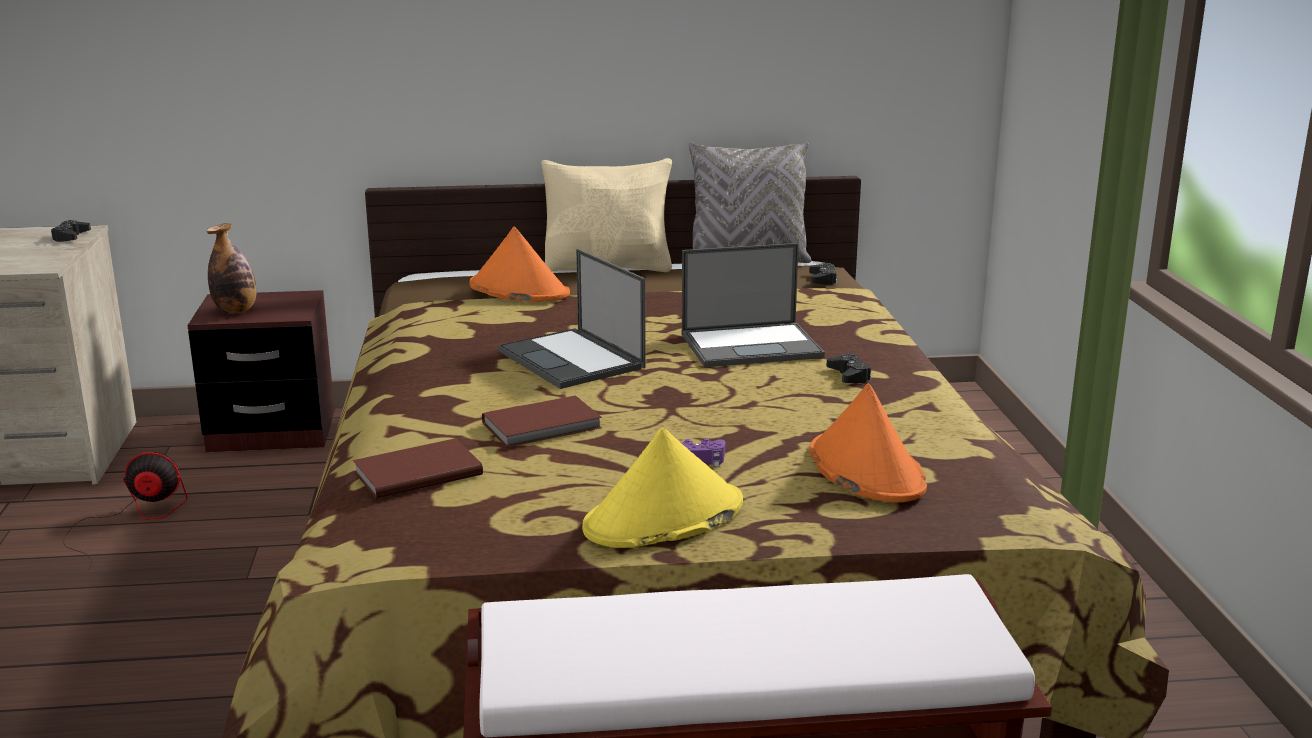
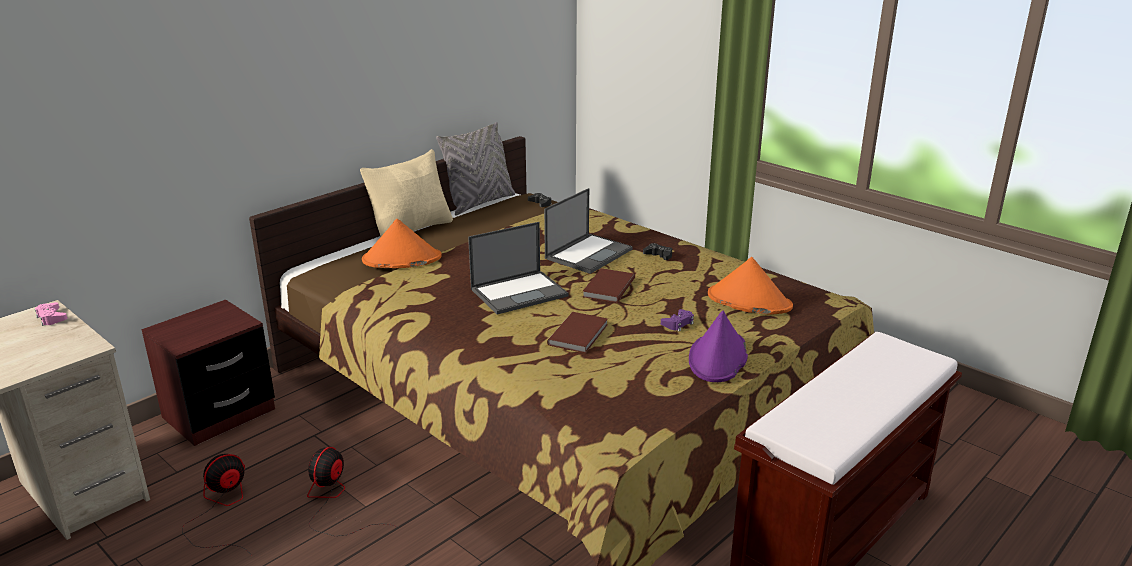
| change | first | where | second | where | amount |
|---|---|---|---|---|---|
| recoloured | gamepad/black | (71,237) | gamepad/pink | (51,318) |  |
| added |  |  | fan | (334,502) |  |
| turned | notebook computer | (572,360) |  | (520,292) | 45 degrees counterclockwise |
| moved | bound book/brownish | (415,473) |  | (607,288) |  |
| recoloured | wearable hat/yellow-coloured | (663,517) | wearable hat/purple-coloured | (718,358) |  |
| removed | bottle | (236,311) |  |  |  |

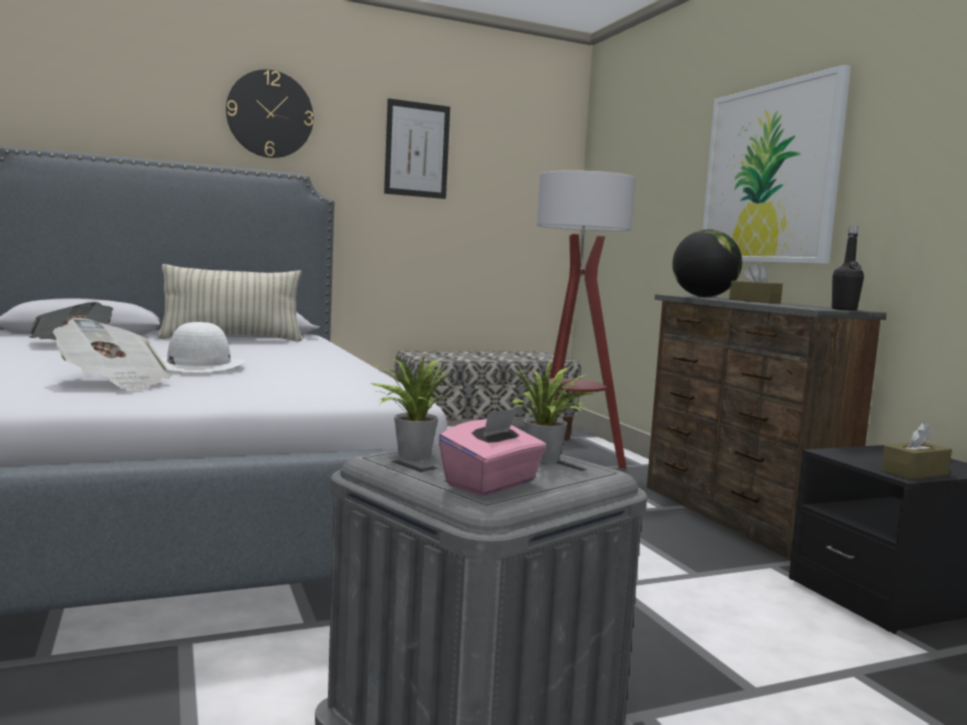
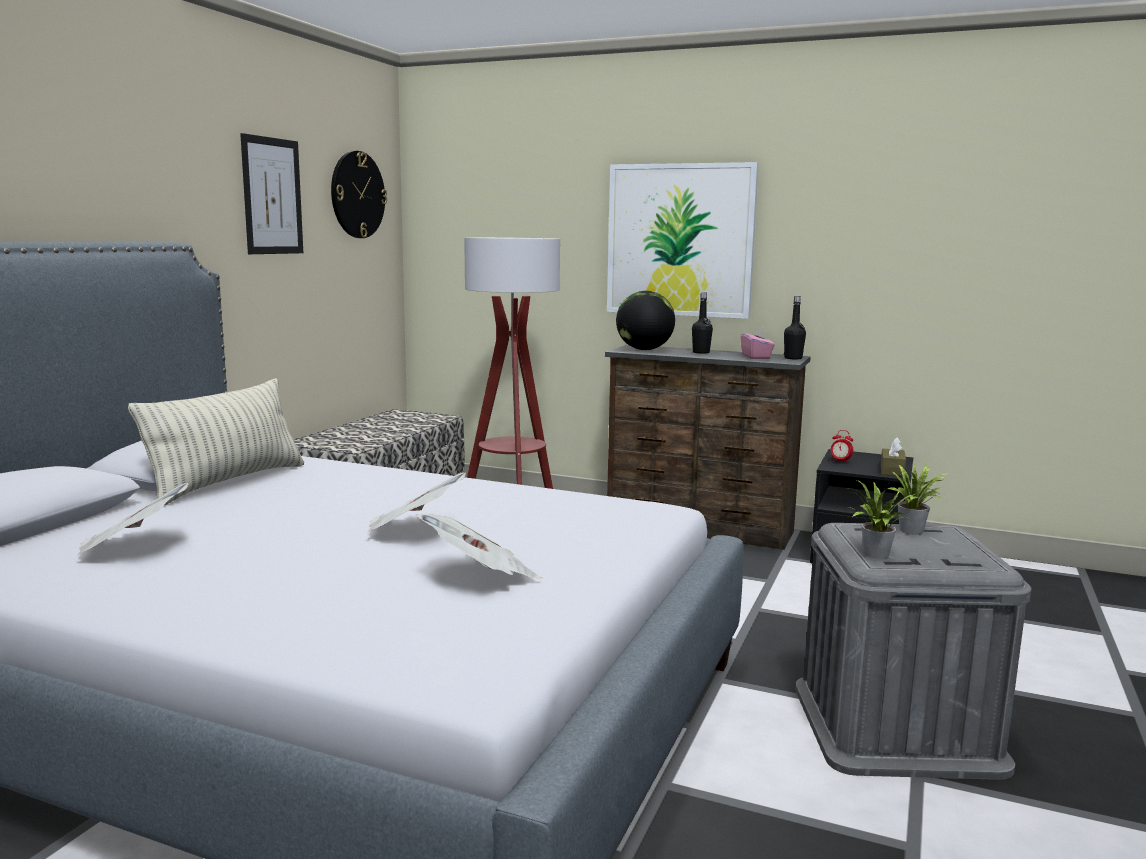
| change | first | where | second | where | amount |
|---|---|---|---|---|---|
| moved | hanging clock | (270,114) |  | (357,195) |  |
| replaced | wearable hat/whitish | (198,365) | printed paper | (413,529) |  |
| replaced | tissue box/brownish | (754,301) | bottle/black | (701,352) |  |
| moved | tissue box/pink | (492,484) |  | (756,357) |  |
| added |  |  | bedside clock | (840,461) |  |

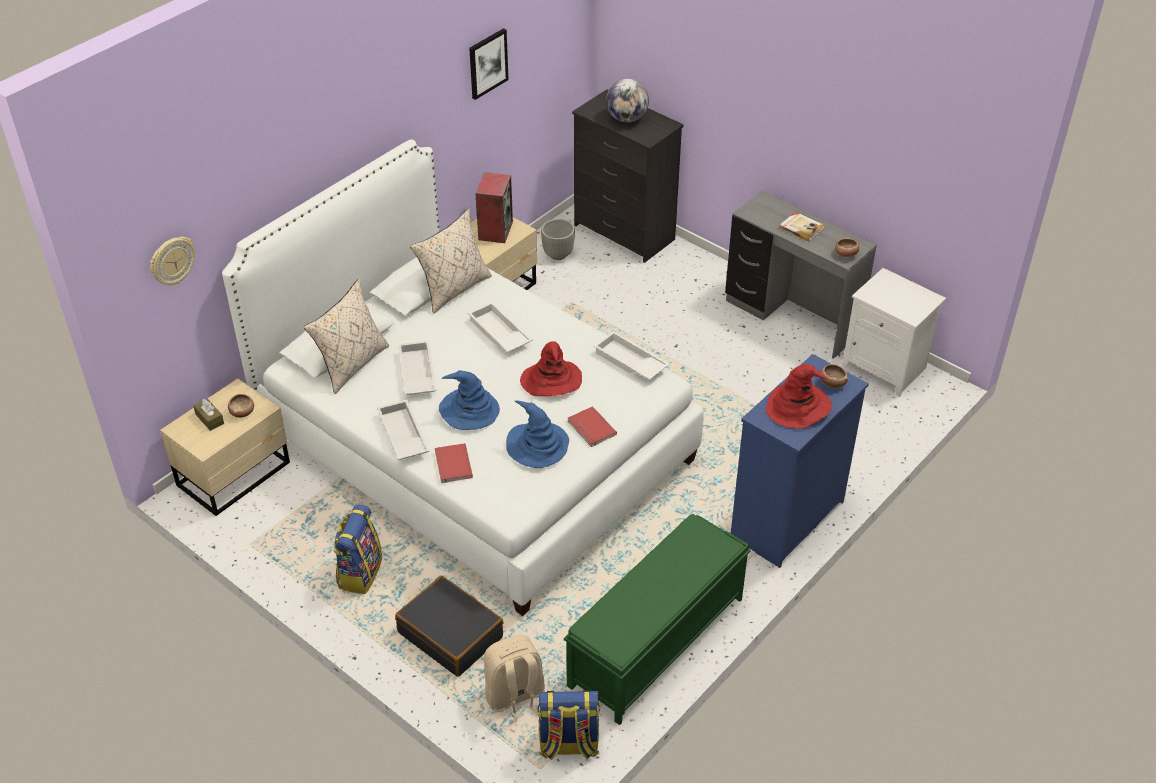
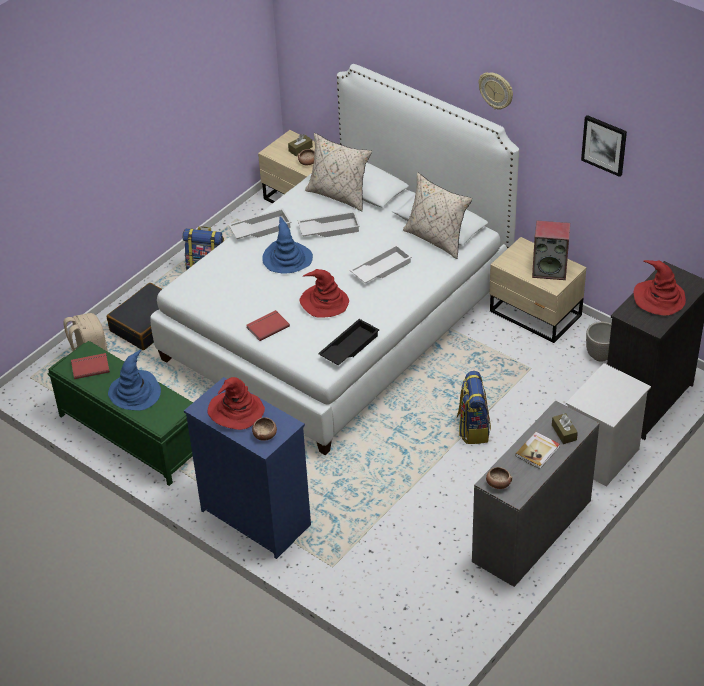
| change | first | where | second | where | amount |
|---|---|---|---|---|---|
| moved | bound book/reddish | (452,465) |  | (90,366) |  |
| moved | wearable hat/blue-coloured | (538,446) |  | (135,392) |  |
| recoloured | tray/whitish | (629,362) | tray/black | (349,346) |  |
| moved | knapsack | (568,745) |  | (473,428) |  |
| moved | hanging clock | (172,261) |  | (496,90) |  |
| added |  |  | tissue box/brownish | (564,432) |  |
| moved | night table/whitish | (886,367) |  | (601,457) |  |
| replaced | desk globe | (627,118) | wearable hat/reddish | (659,298) |  |

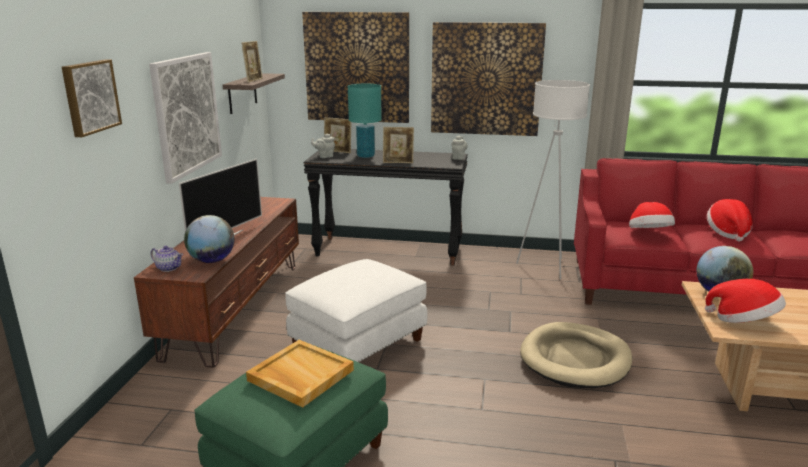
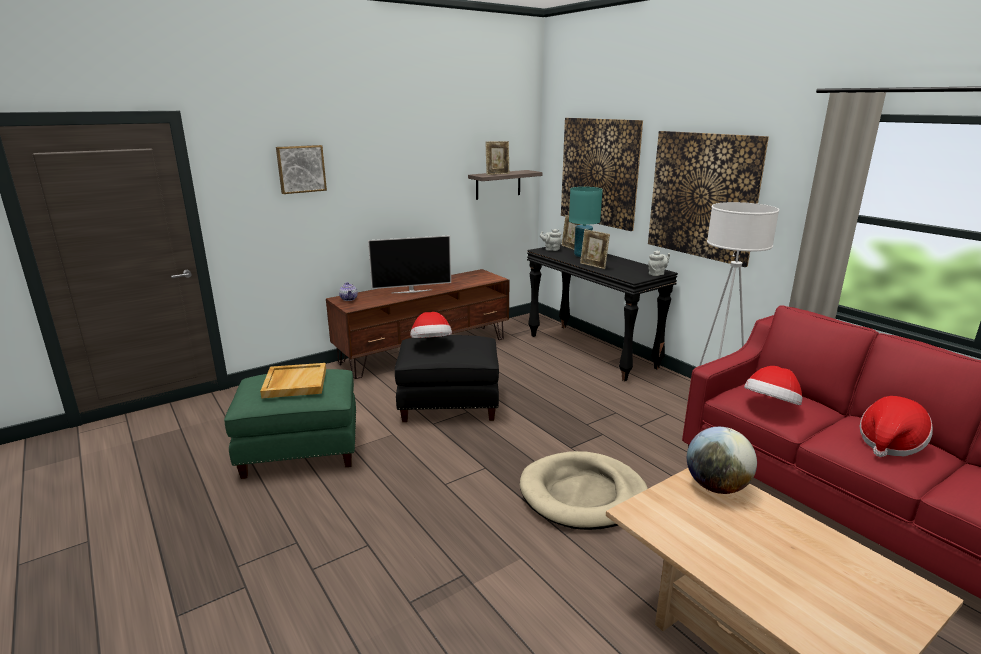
| change | first | where | second | where | amount |
|---|---|---|---|---|---|
| recoloured | footrest/whitish | (358,344) | footrest/black | (449,404) |  |
| moved | wearable hat | (743,321) |  | (431,343) |  |
| removed | wall picture | (187,114) |  |  |  |
| removed | desk globe | (212,261) |  |  |  |

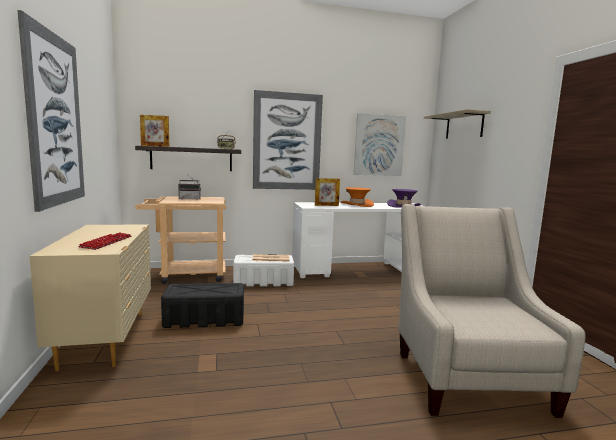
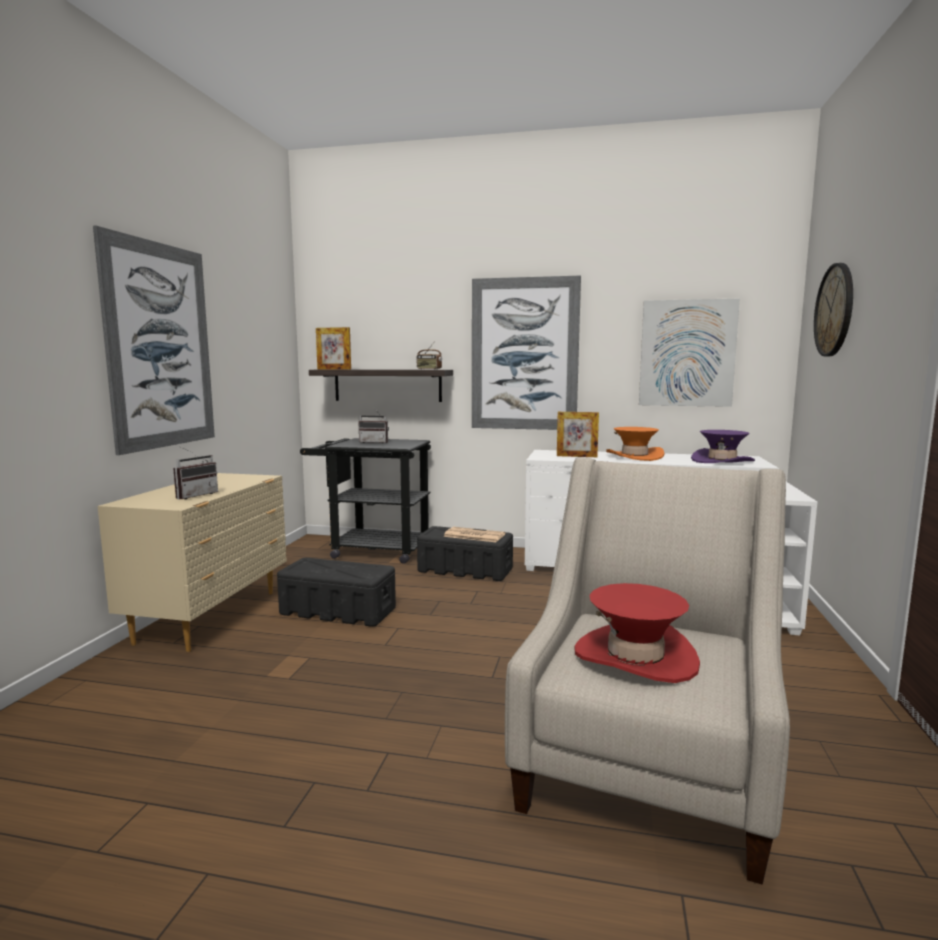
| change | first | where | second | where | amount |
|---|---|---|---|---|---|
| replaced | computer keyboard | (106,242) | radio receiver | (195,495) |  |
| recoloured | trolley/sand-coloured | (186,275) | trolley/black | (371,550) |  |
| recoloured | storage container/whitish | (263,282) | storage container/black | (464,570) |  |
| added |  |  | wearable hat/reddish | (635,656) |  |
| replaced | bracket shelf | (464,126) | hanging clock | (834,310) |  |

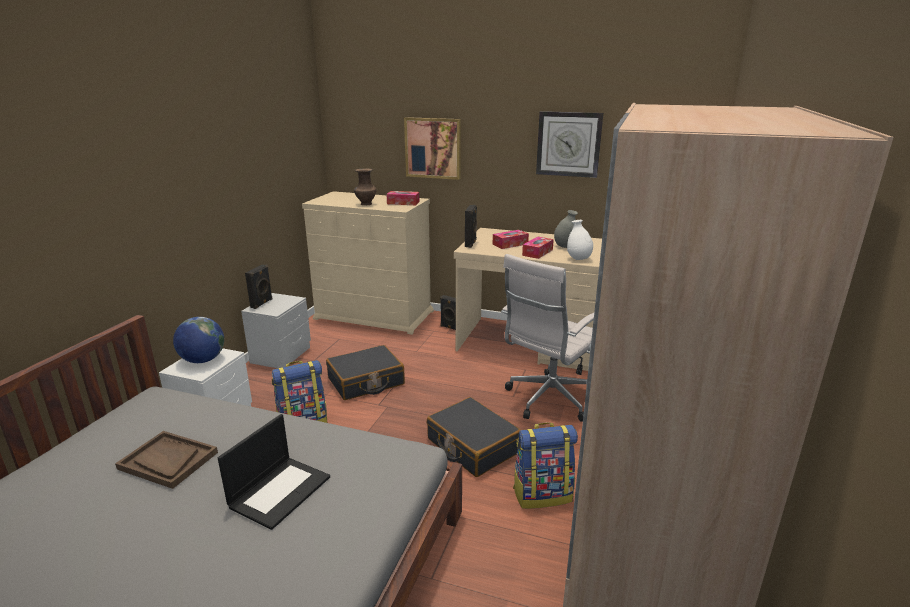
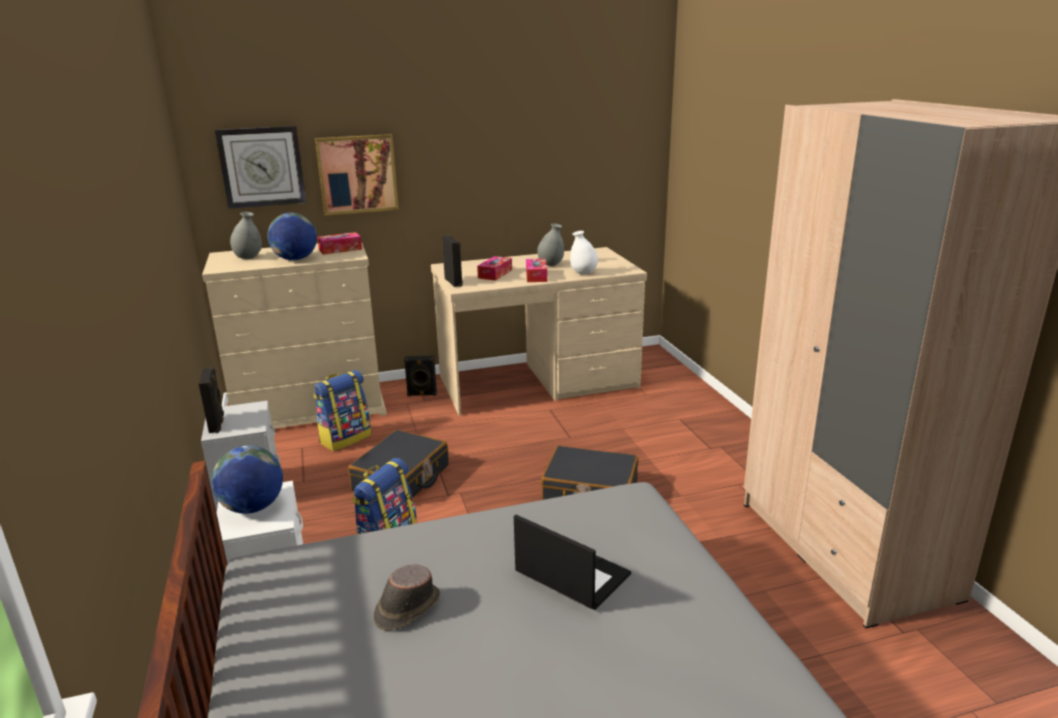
| change | first | where | second | where | amount |
|---|---|---|---|---|---|
| moved | hanging clock | (568,144) |  | (262,167) |  |
| added |  |  | vase/greyish | (248,257) |  |
| replaced | vase/brownish | (365,204) | desk globe | (295,259) |  |
| moved | knapsack | (542,494) |  | (345,438) |  |
| replaced | tray/brownish | (168,461) | wearable hat/brownish | (407,608) |  |
| turned | notebook computer | (280,491) |  | (570,574) | 45 degrees counterclockwise |
| removed | computer chair/whitish | (547,400) |  |  |  |

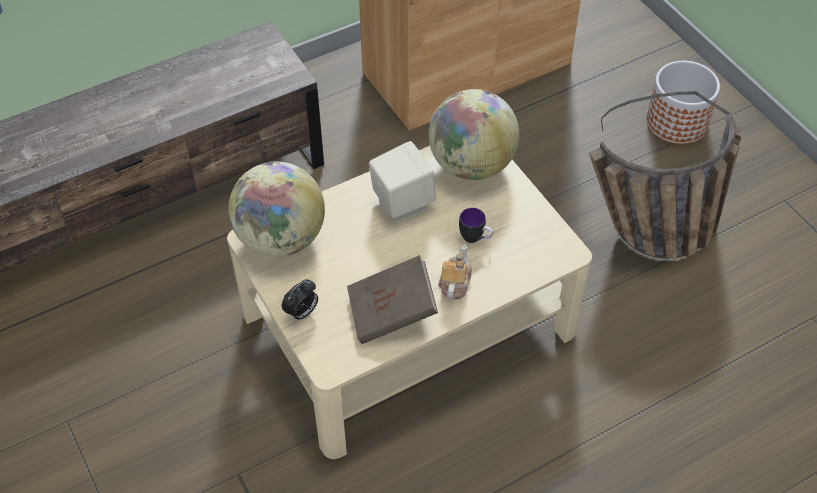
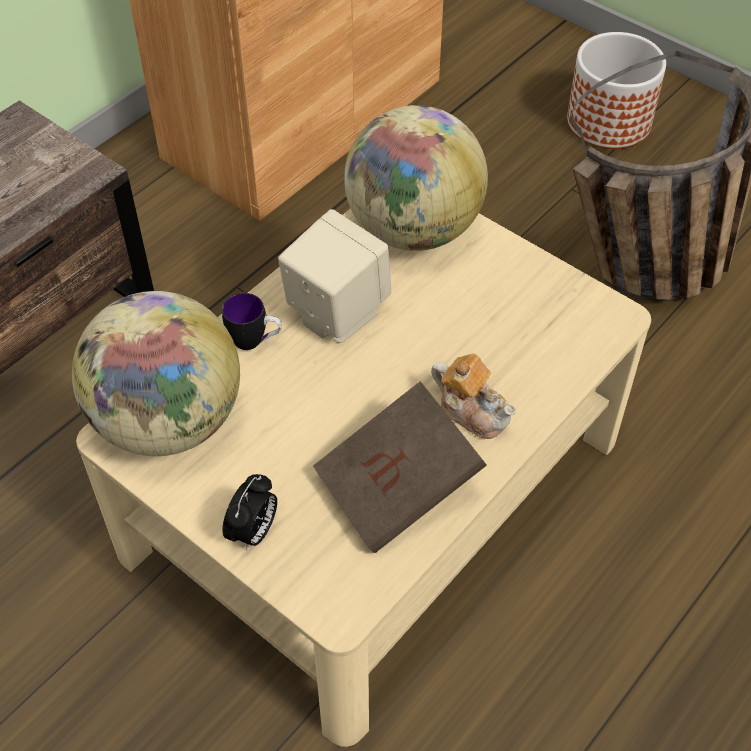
| change | first | where | second | where | amount |
|---|---|---|---|---|---|
| moved | coffee mug | (475,239) |  | (255,342) |  |
| turned | pot for tea | (454,283) |  | (472,411) | 135 degrees clockwise |

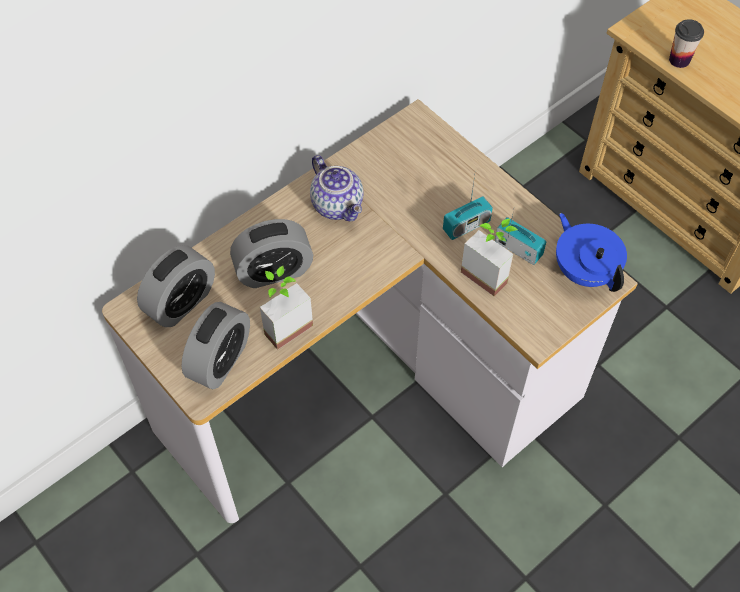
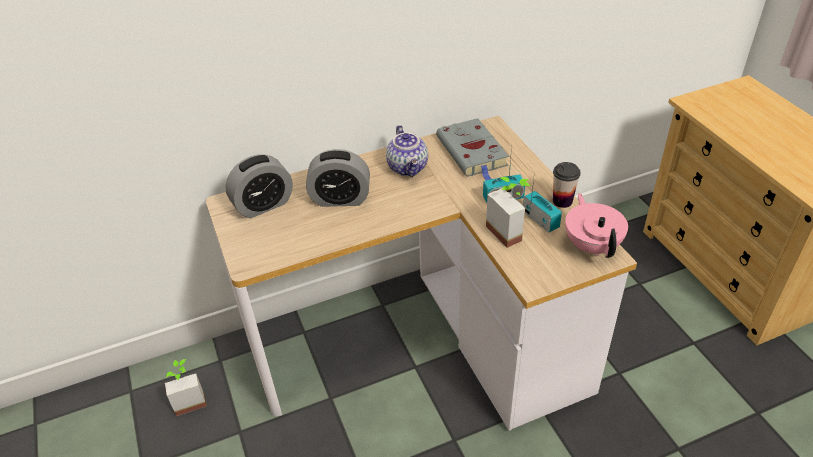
| change | first | where | second | where | amount |
|---|---|---|---|---|---|
| moved | potted plant | (283,323) |  | (189,400) |  |
| added |  |  | bound book/greyish | (473,153) |  |
| moved | drinking cup | (679,60) |  | (562,201) |  |
| recoloured | pot for tea/blue-coloured | (585,271) | pot for tea/pink | (592,245) |  |
| removed | bedside clock | (220,360) |  |  |  |

